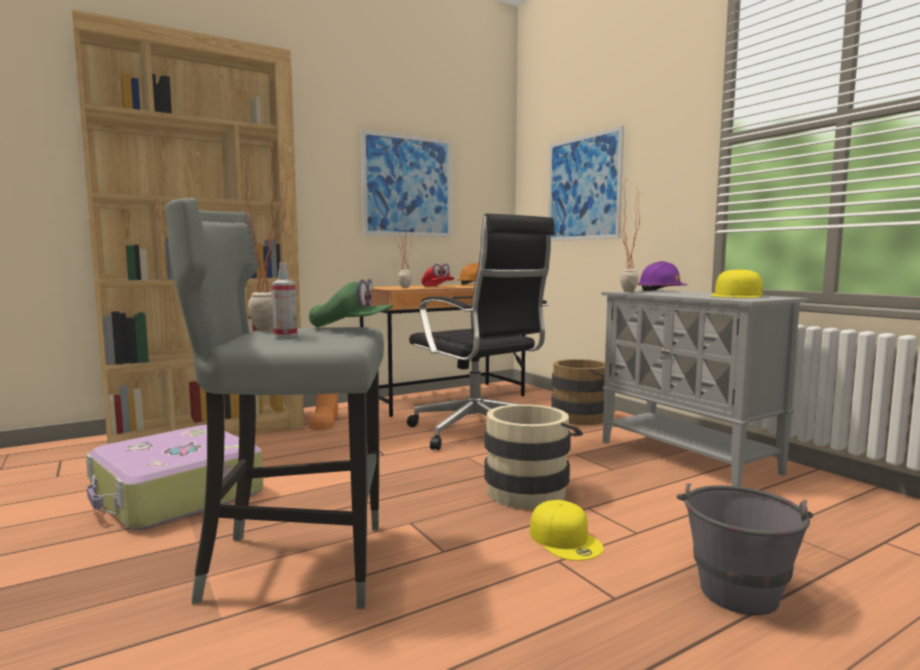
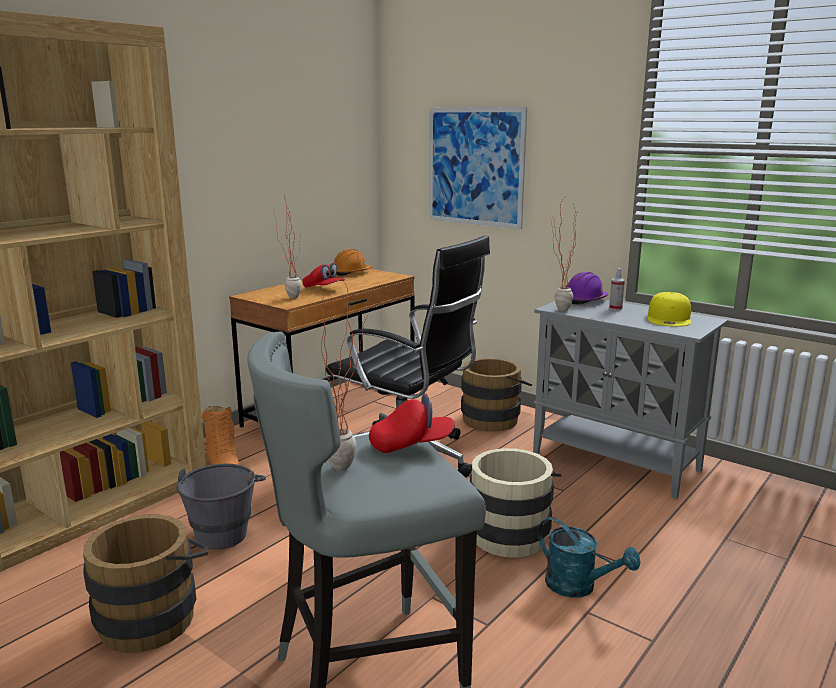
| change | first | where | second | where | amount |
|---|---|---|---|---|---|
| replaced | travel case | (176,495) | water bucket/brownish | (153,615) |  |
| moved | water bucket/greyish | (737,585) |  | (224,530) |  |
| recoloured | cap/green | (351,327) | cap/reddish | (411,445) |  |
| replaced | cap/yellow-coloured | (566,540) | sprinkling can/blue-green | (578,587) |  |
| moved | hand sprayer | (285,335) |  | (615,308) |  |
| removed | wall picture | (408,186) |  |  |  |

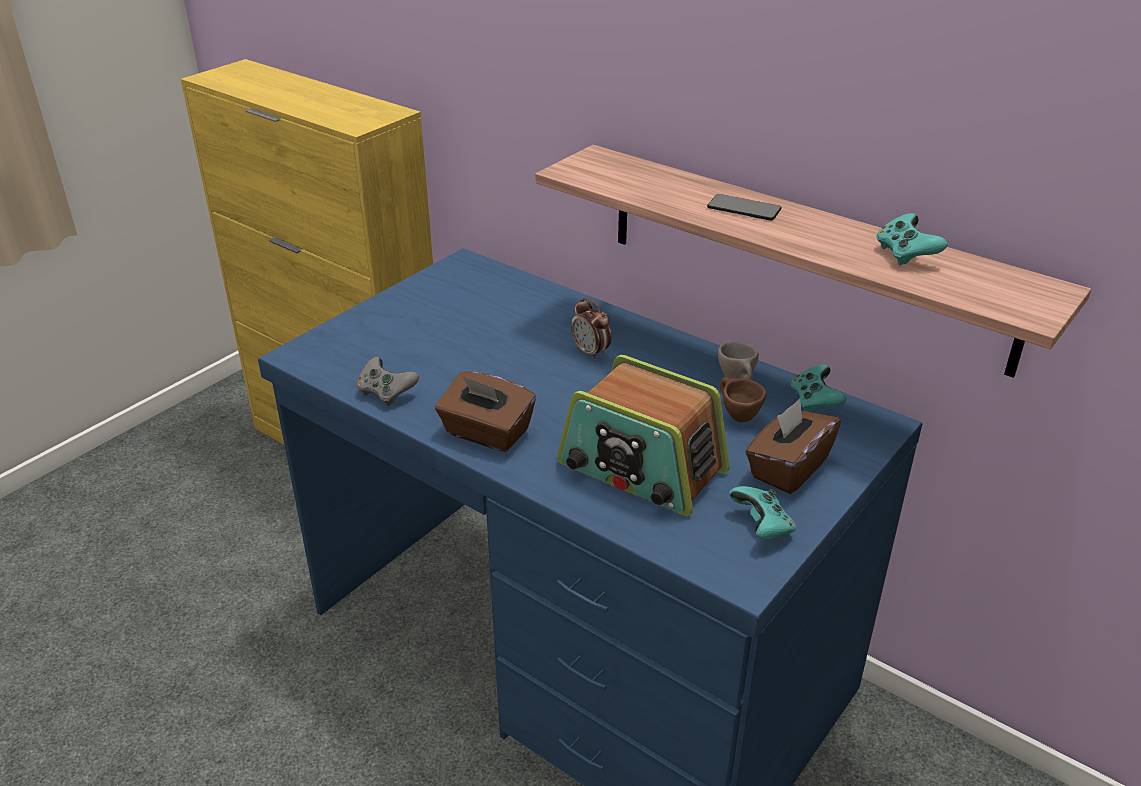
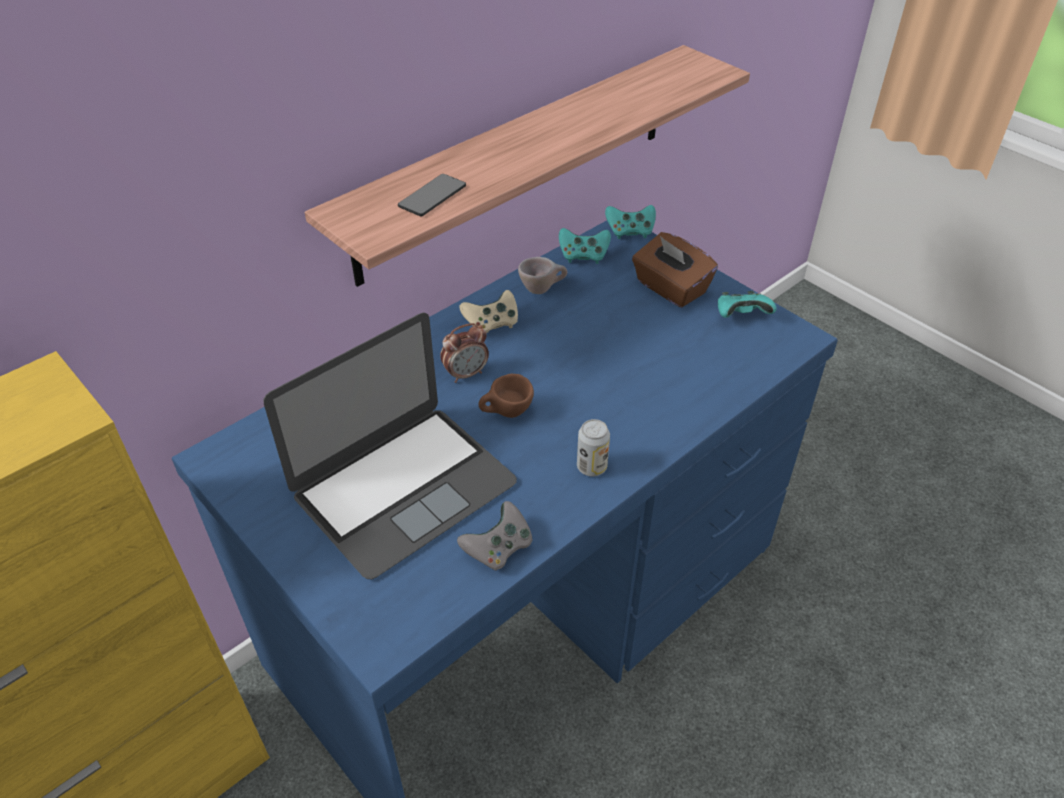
| change | first | where | second | where | amount |
|---|---|---|---|---|---|
| added |  |  | notebook computer | (404,488) |  |
| moved | handset | (744,209) |  | (432,196) |  |
| added |  |  | gamepad/sand-coloured | (491,324) |  |
| moved | drinking cup/brownish | (736,415) |  | (506,414) |  |
| replaced | tissue box/brownish | (486,433) | can | (591,467) |  |
| moved | gamepad/blue-green | (905,254) |  | (630,232) |  |
| removed | radio receiver | (641,469) |  |  |  |

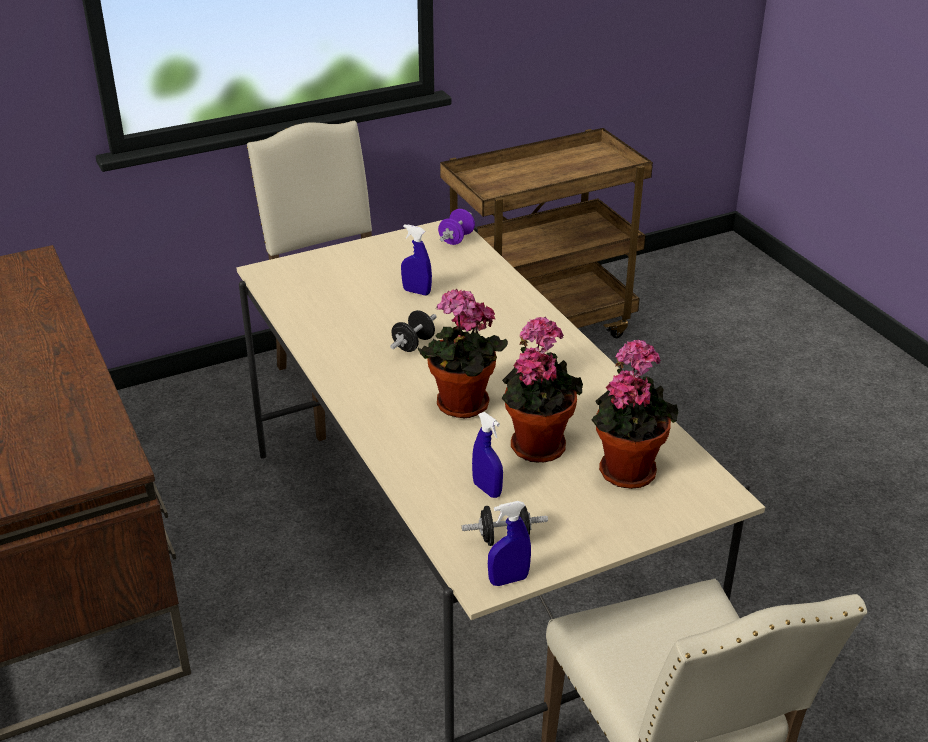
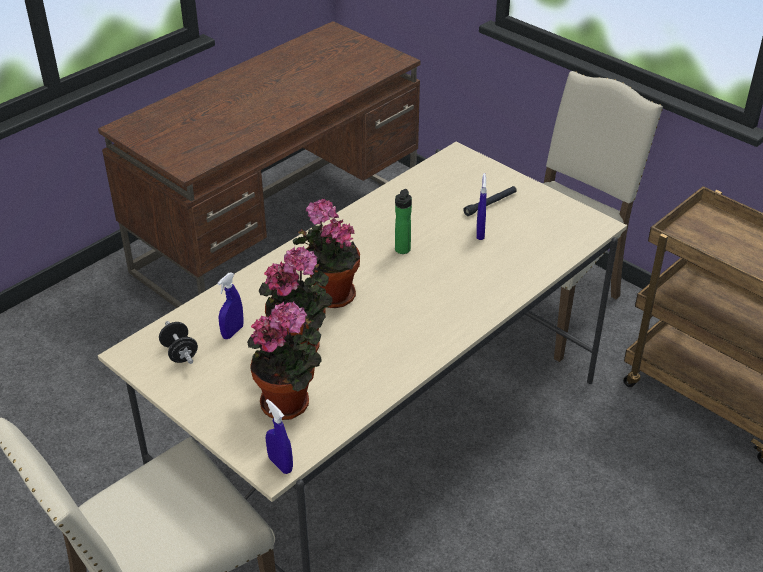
| change | first | where | second | where | amount |
|---|---|---|---|---|---|
| moved | hand sprayer/blue-coloured | (508,580) |  | (280,464) |  |
| replaced | dumbbell/black | (413,344) | bottle | (402,251) |  |
| added |  |  | flashlight/black | (490,204) |  |
| removed | dumbbell/purple-coloured | (456,239) |  |  |  |

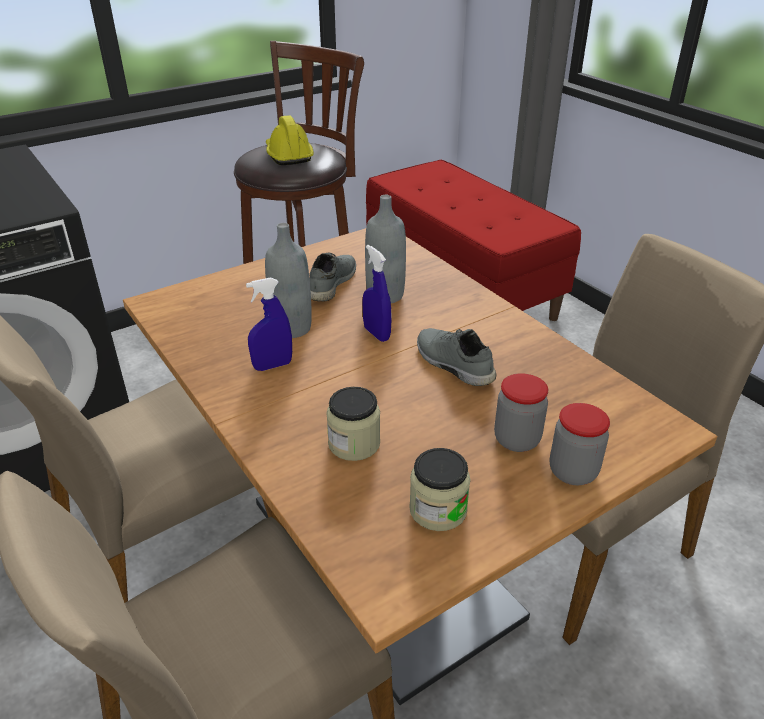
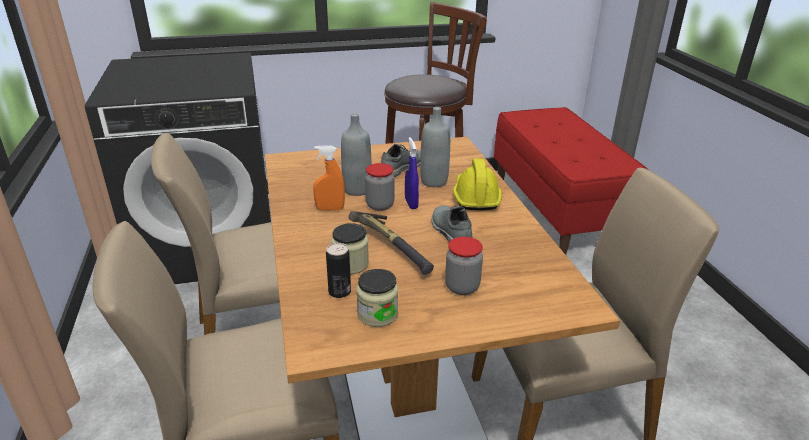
| change | first | where | second | where | amount |
|---|---|---|---|---|---|
| recoloured | hand sprayer/blue-coloured | (272,366) | hand sprayer/orange | (330,209) |  |
| added |  |  | can | (339,292) |  |
| added |  |  | hand hammer | (394,247) |  |
| moved | jar | (573,472) |  | (380,205) |  |
| moved | safety helmet/yellow-coloured | (288,155) |  | (475,197) |  |

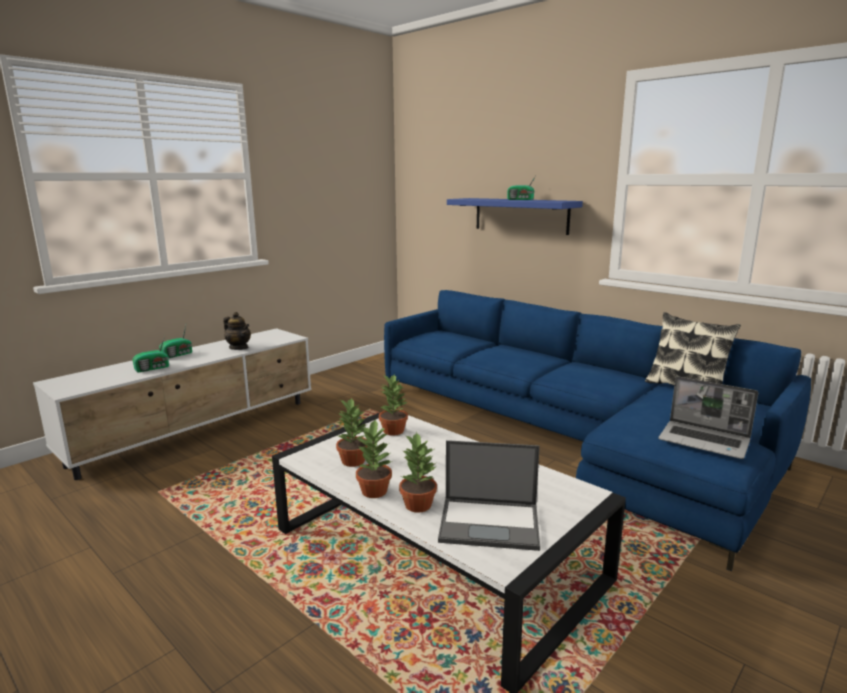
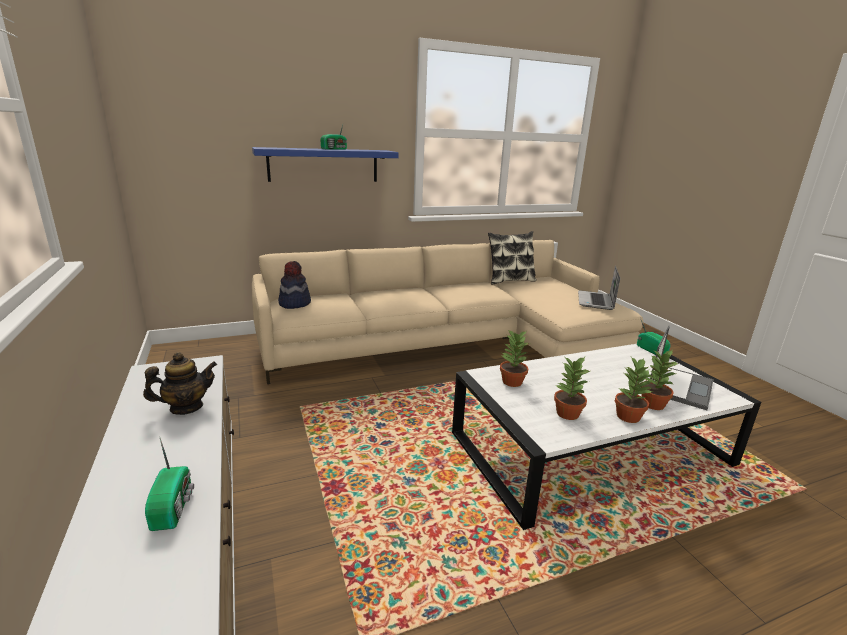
| change | first | where | second | where | amount |
|---|---|---|---|---|---|
| recoloured | settee/blue-coloured | (569,436) | settee/sand-coloured | (453,344) |  |
| added |  |  | wearable hat | (294,303) |  |
| turned | notebook computer | (705,441) |  | (596,301) | 135 degrees clockwise |
| moved | radio receiver | (178,355) |  | (651,350) |  |

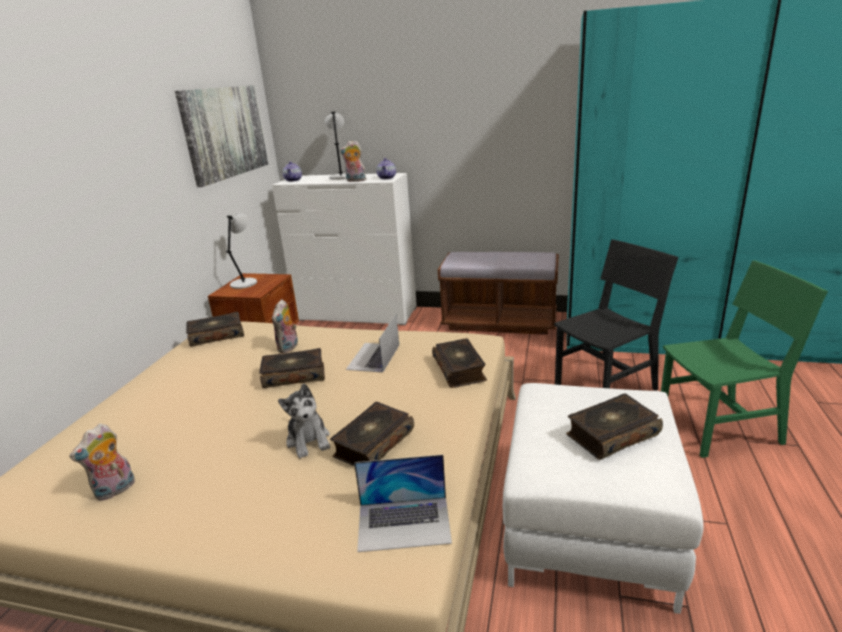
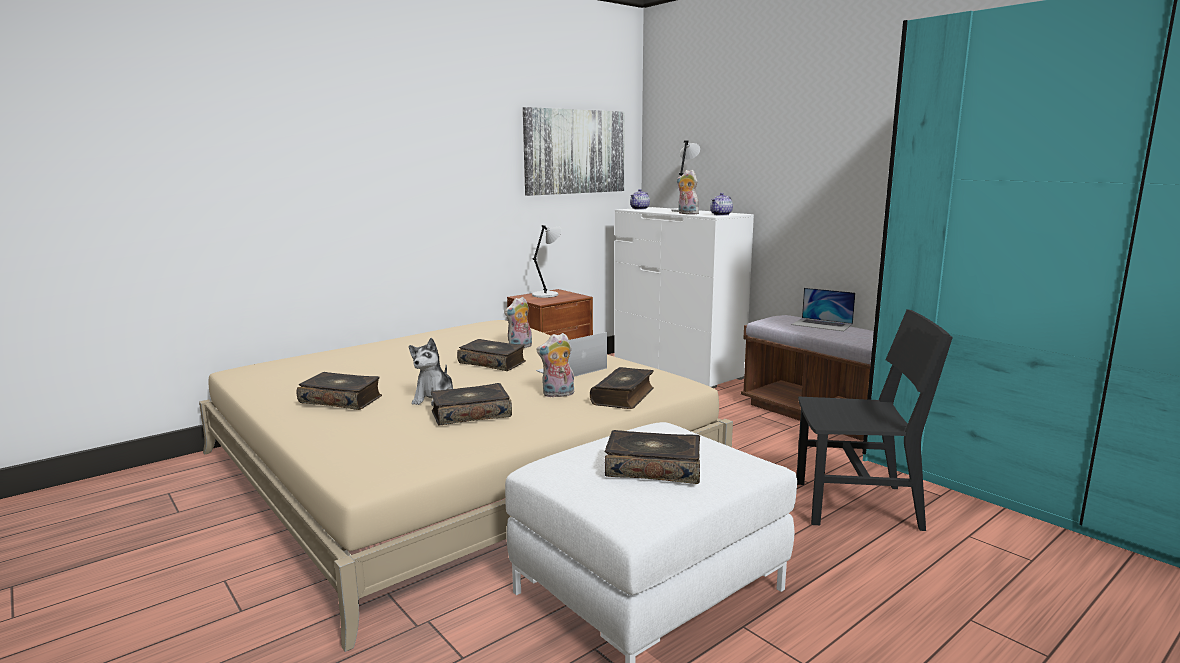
| change | first | where | second | where | amount |
|---|---|---|---|---|---|
| moved | bound book | (216,335) |  | (341,400) |  |
| moved | soft toy | (115,490) |  | (558,394) |  |
| moved | notebook computer | (404,523) |  | (822,324) |  |
| removed | upright chair/green | (718,428) |  |  |  |

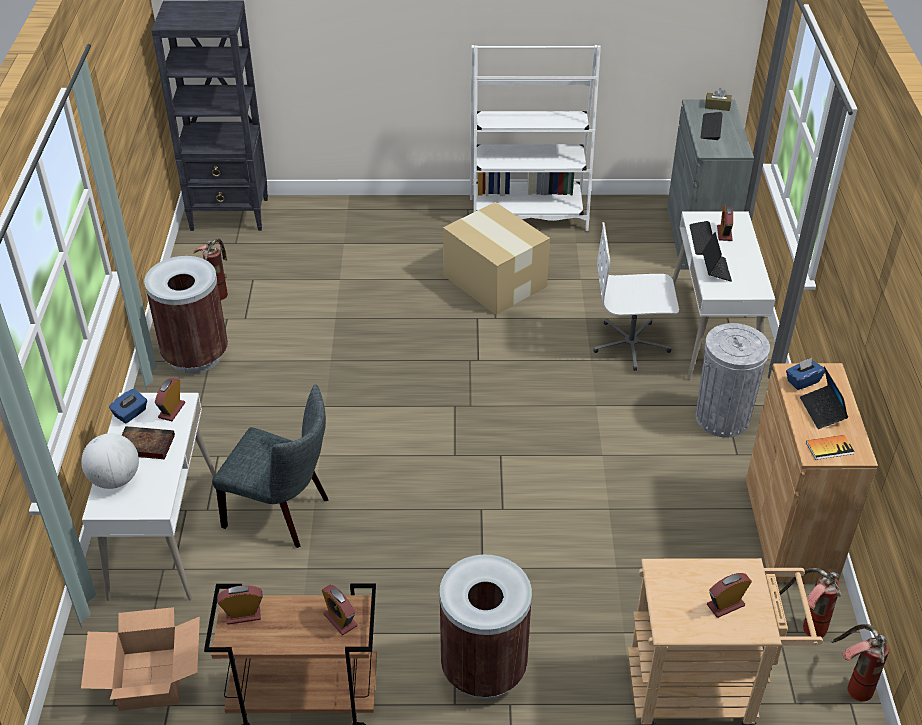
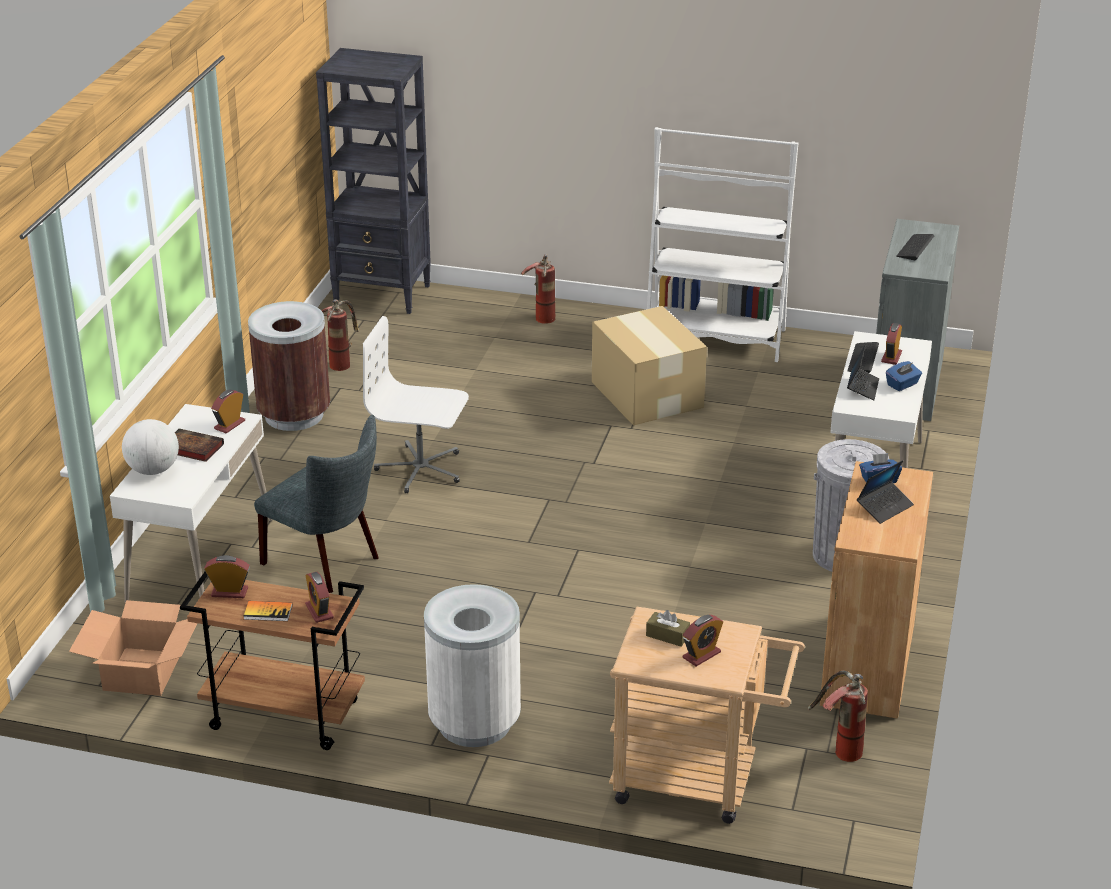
| change | first | where | second | where | amount |
|---|---|---|---|---|---|
| moved | bound book | (829,448) |  | (268,612) |  |
| moved | computer chair/whitish | (631,344) |  | (421,469) |  |
| recoloured | rubbish bin/brownish | (484,668) | rubbish bin/whitish | (475,722) |  |
| moved | extinguisher | (851,683) |  | (541,315) |  |
| moved | tissue box/brownish | (717,106) |  | (667,635) |  |
| turned | bedside clock | (725,605) |  | (701,655) | 150 degrees clockwise |
| turned | notebook computer | (822,411) |  | (884,507) | 135 degrees counterclockwise |
| moved | tissue box/blue-coloured | (131,413) |  | (902,385) |  |

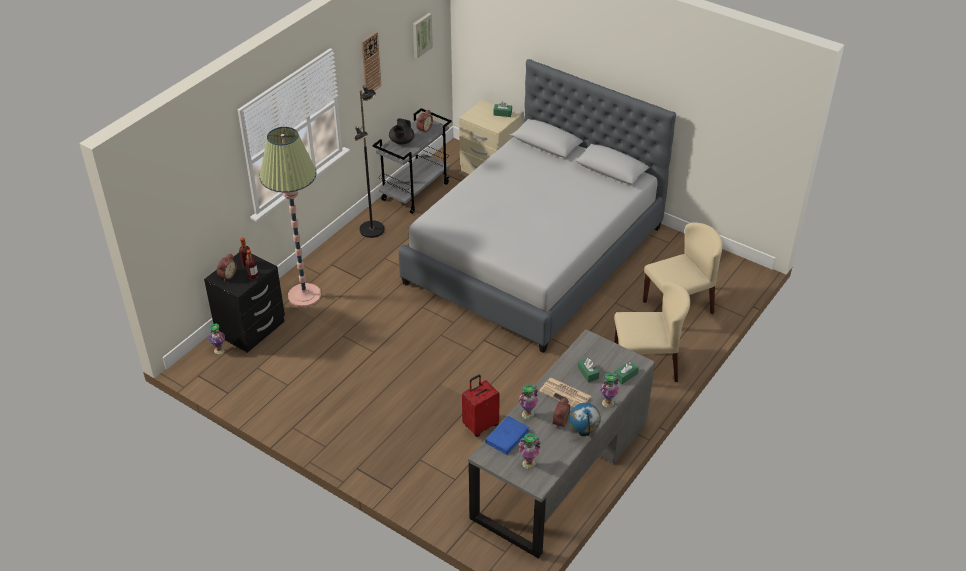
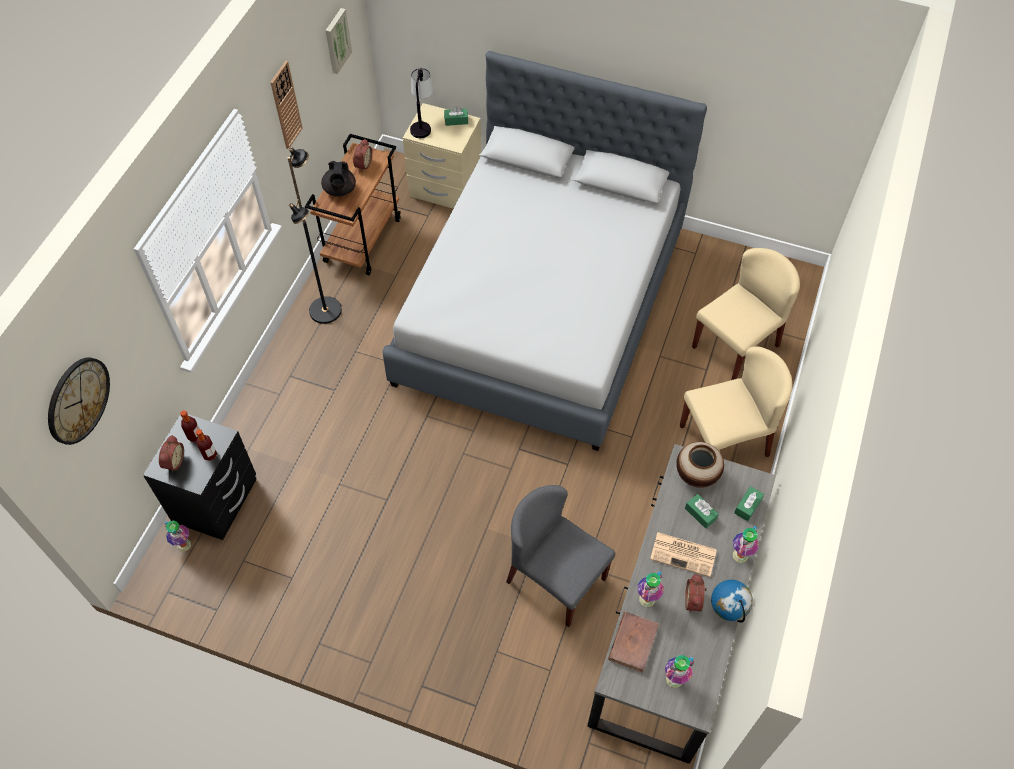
| change | first | where | second | where | amount |
|---|---|---|---|---|---|
| added |  |  | hanging clock | (77,400) |  |
| recoloured | trolley/greyish | (415,191) | trolley/brownish | (362,240) |  |
| added |  |  | lamp for a table | (422,123) |  |
| replaced | travel case/reddish | (480,425) | upright chair/greyish | (555,579) |  |
| recoloured | bound book/blue-coloured | (507,436) | bound book/brownish | (633,642) |  |
| added |  |  | vase | (696,474) |  |
| removed | standing lamp | (304,295) |  |  |  |

